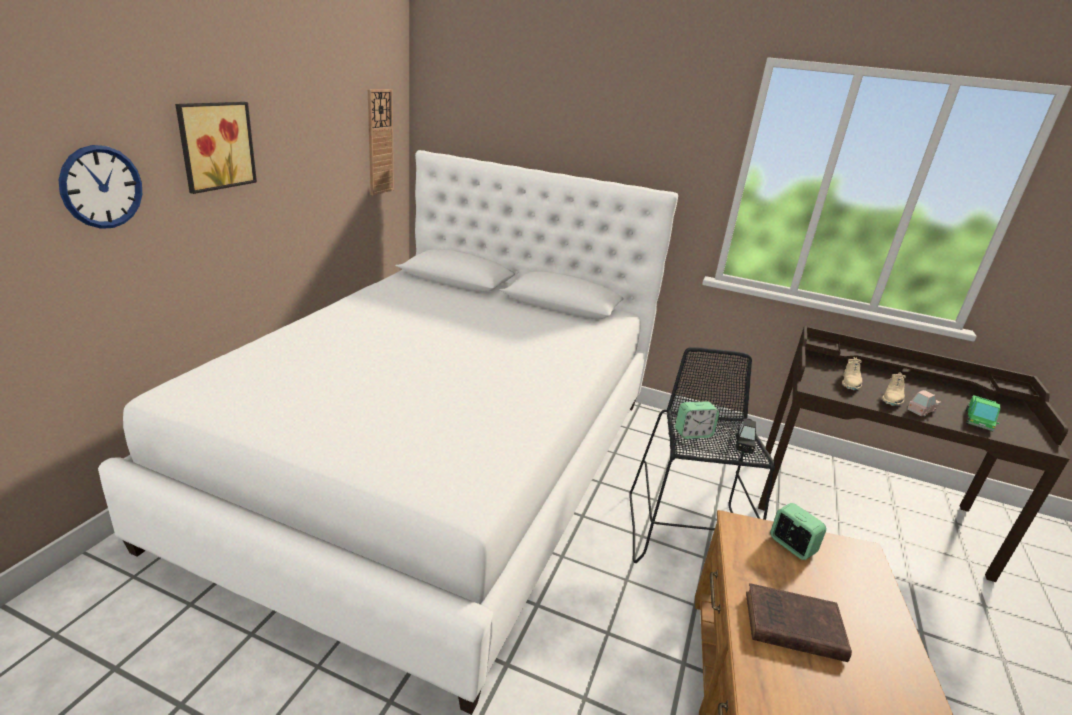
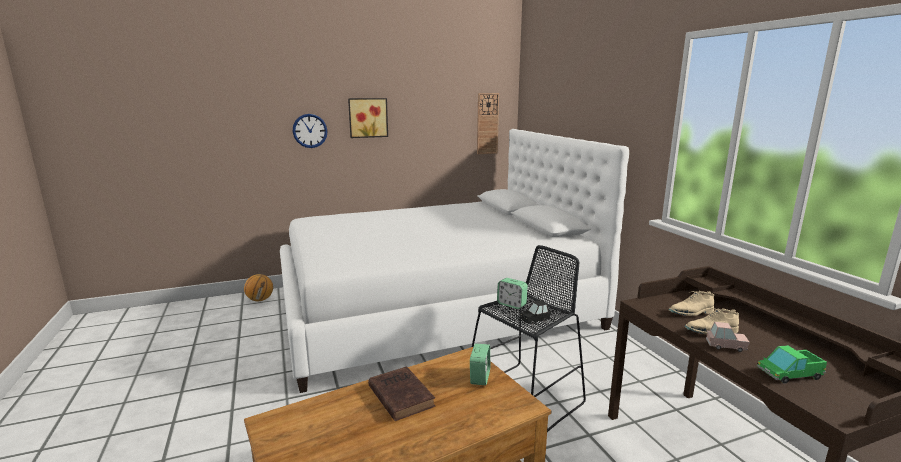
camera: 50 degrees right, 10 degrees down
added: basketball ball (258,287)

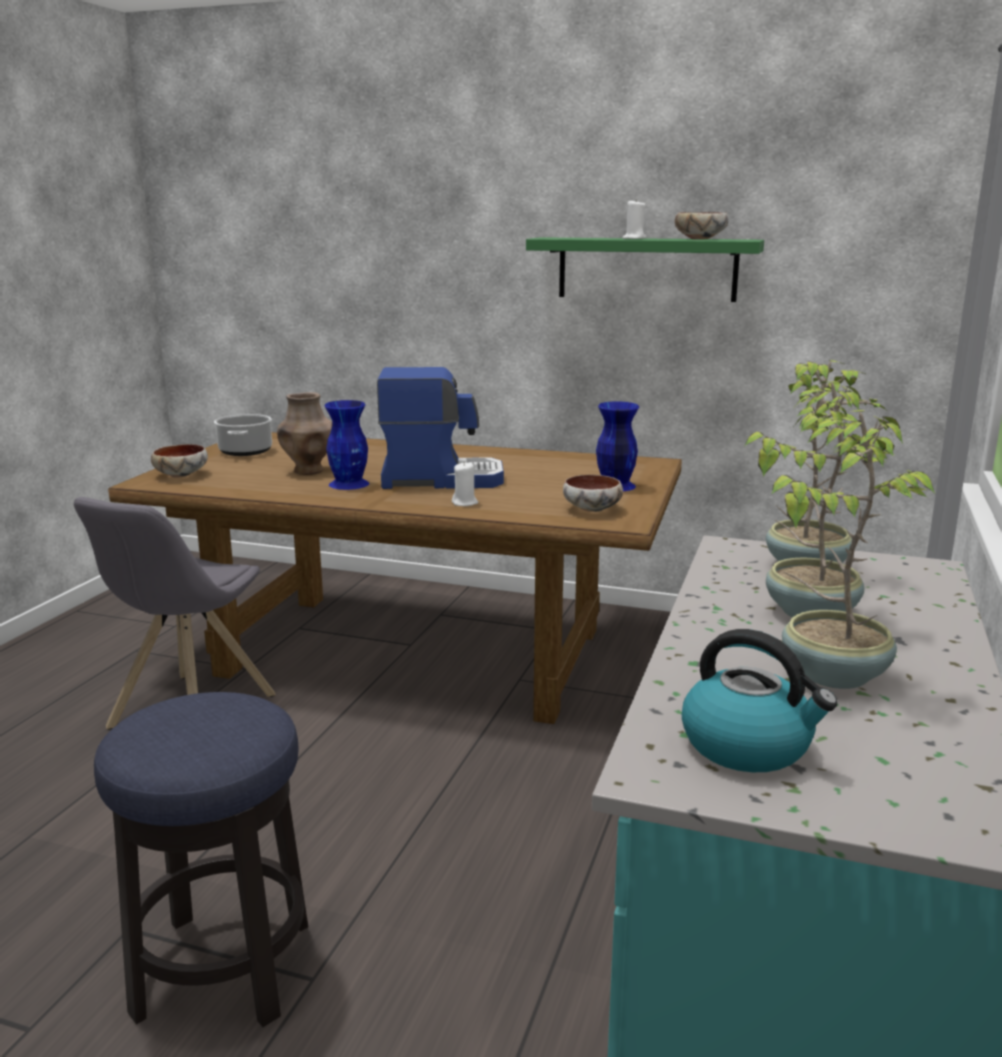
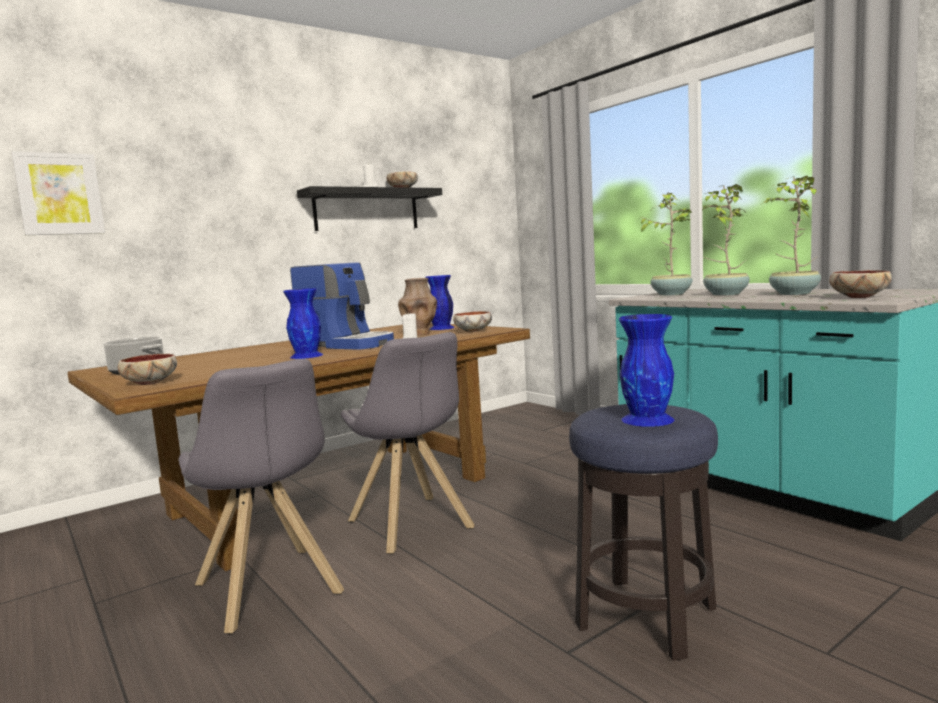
camera: 55 degrees left, 10 degrees down
added: wall picture (58,193); flower vase/bluish (646,370); plain chair/greyish (408,443)
moved: flower vase/brownish (304,433) to (417,307)
replaced: tea kettle (760,700) to serving bowl (860,284)
recoloured: bracket shelf/greenish (645,269) to bracket shelf/black (369,208)
turned: coffee maker (440,428) = (342,306) 90 degrees clockwise

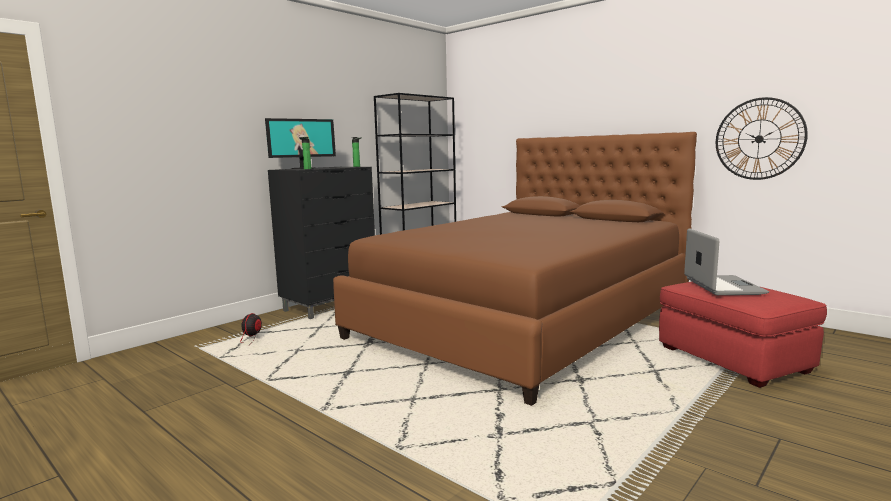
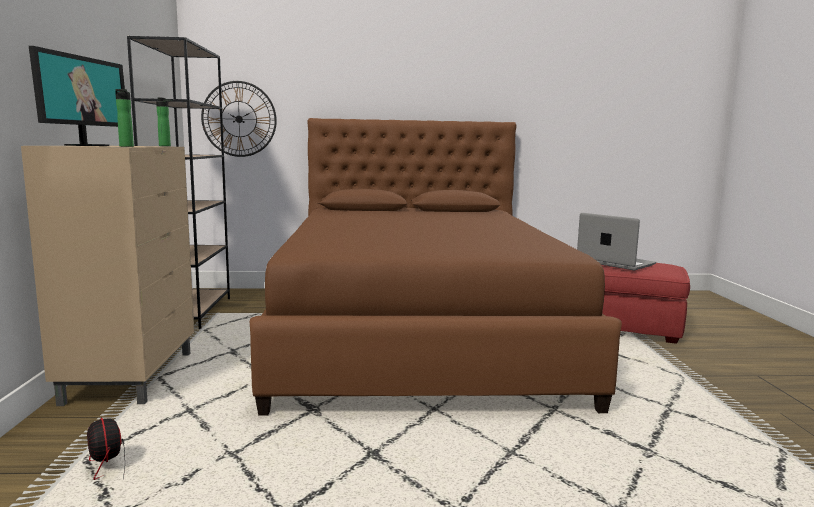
camera: 45 degrees left, 0 degrees up
moved: hanging clock (762,138) to (239,119)
recoloured: drawer chest/black (321,243) to drawer chest/beige-coloured (107,276)

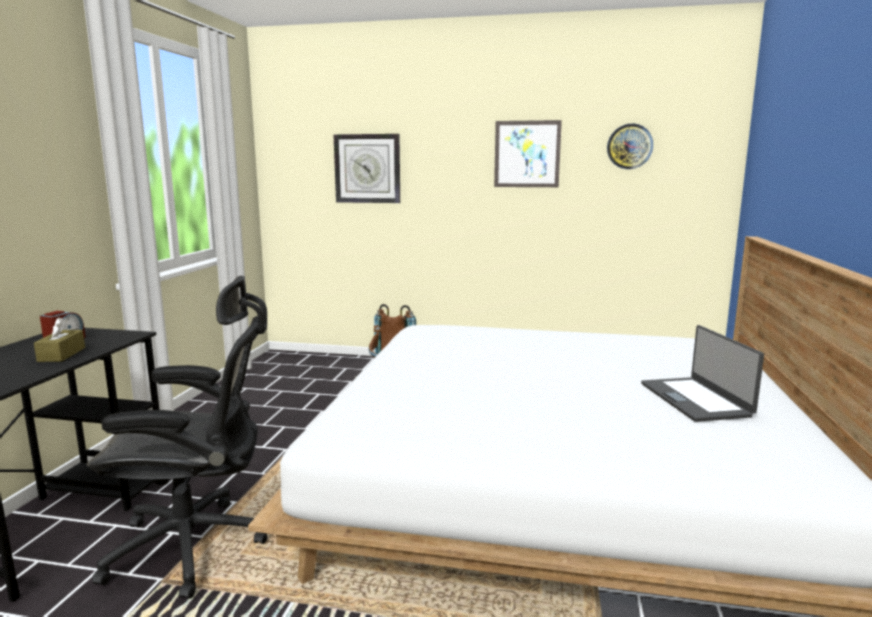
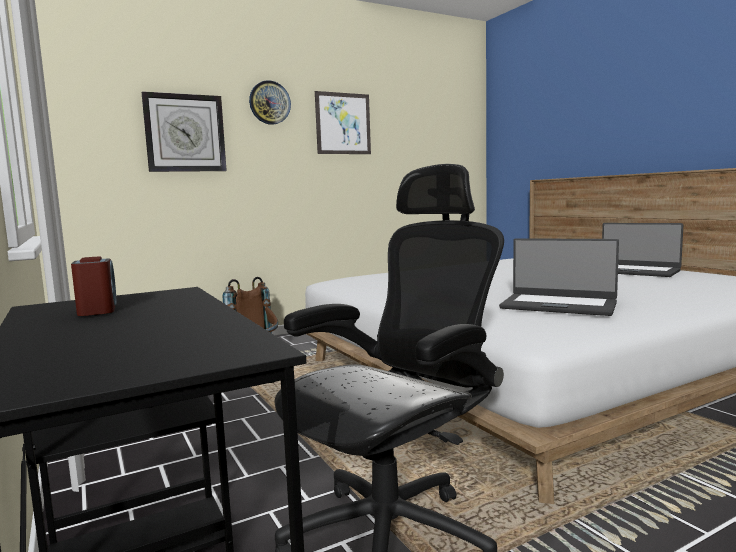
camera: 40 degrees left, 5 degrees down
removed: tissue holder/brownish (59,339)
added: portable computer (559,277)
moved: hanging clock (630,146) to (270,102)

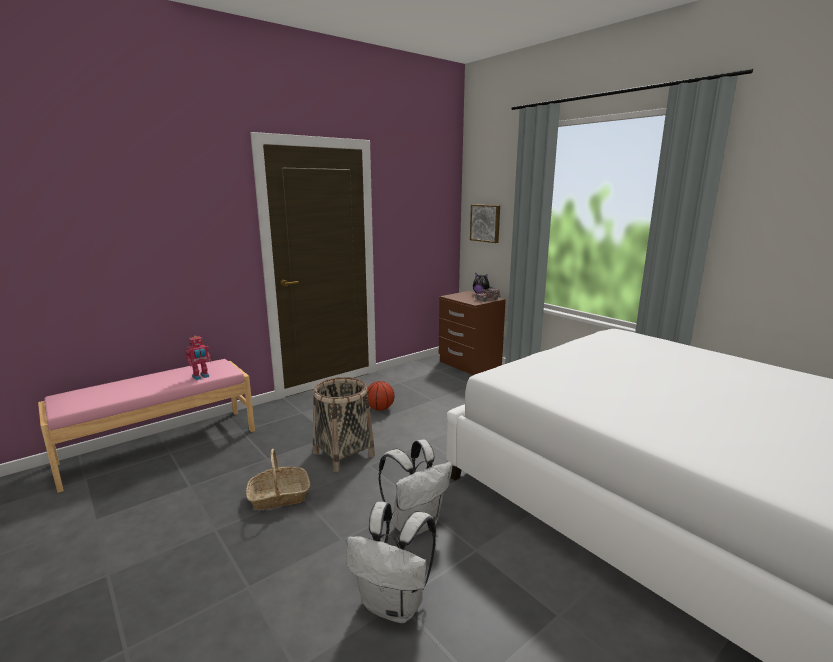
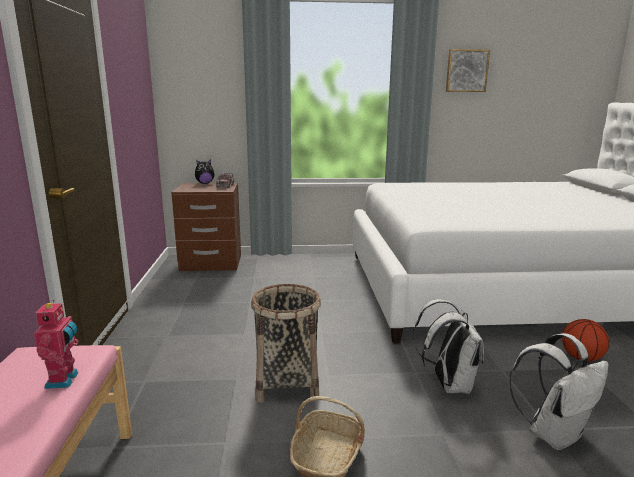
camera: 55 degrees left, 0 degrees up
moved: wall picture (485,223) to (468,70); basketball ball (381,396) to (585,340)

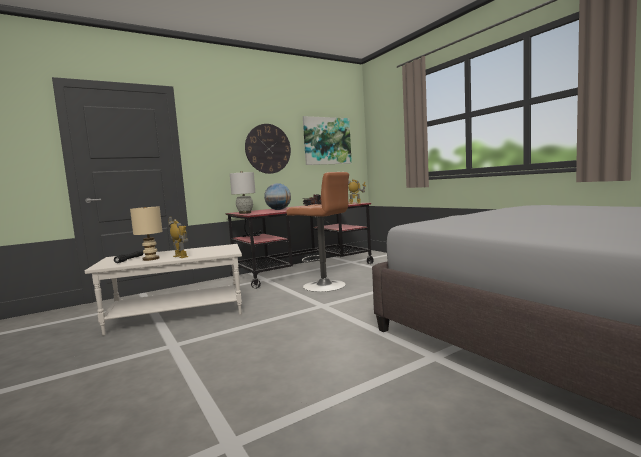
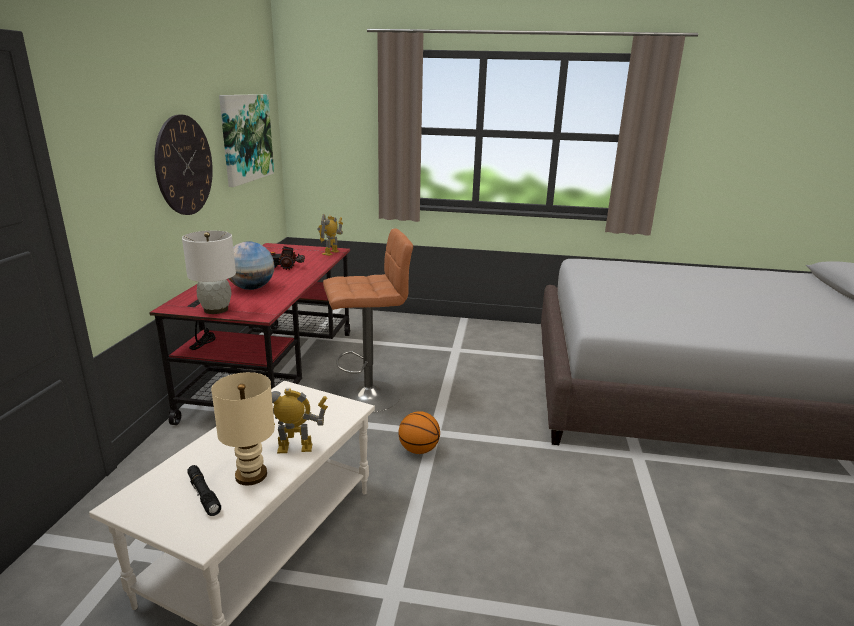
camera: 50 degrees left, 15 degrees up
added: basketball ball (419,432)

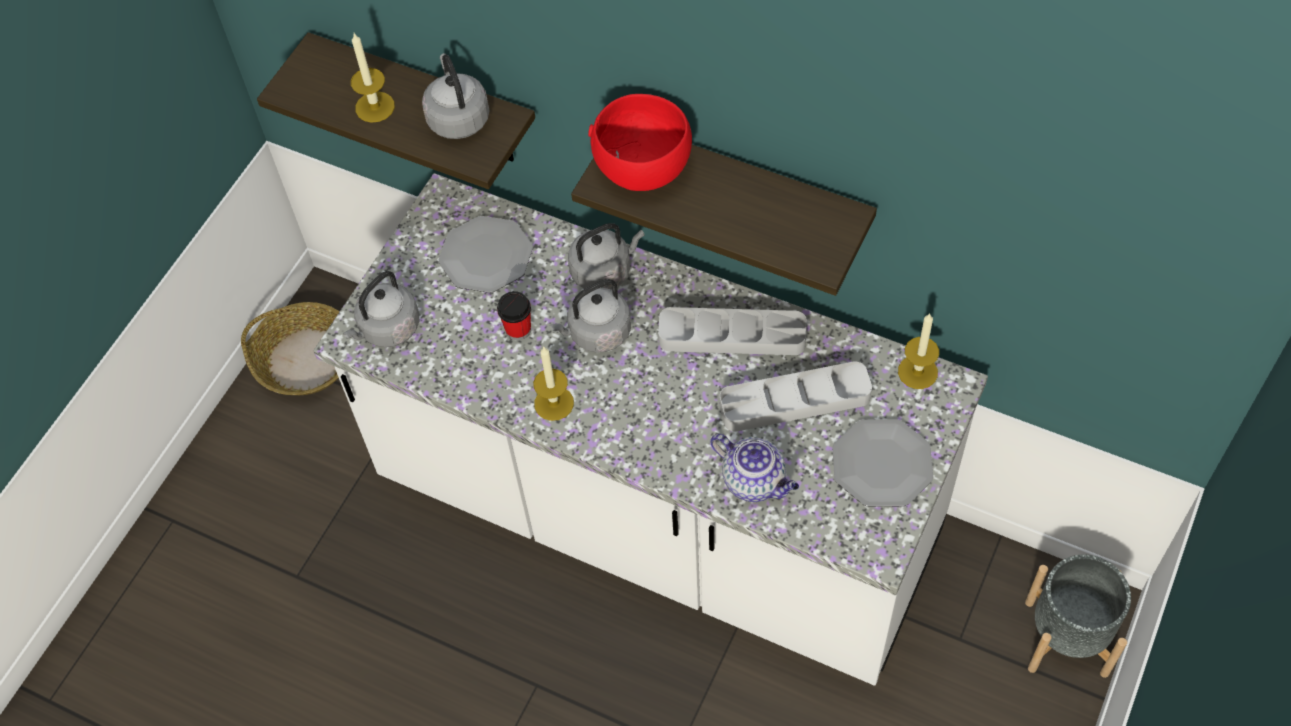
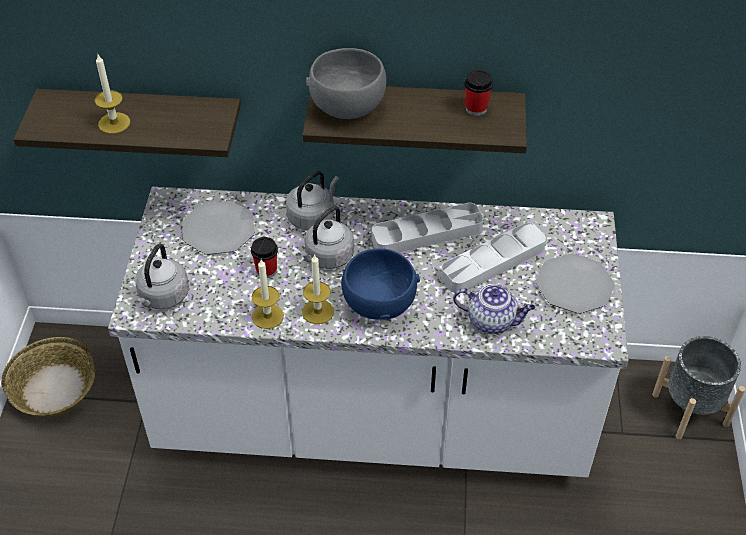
camera: 25 degrees left, 10 degrees down
removed: tea kettle/greyish (456,96)
added: cup (478,93); serving bowl/bluish (380,284)
moved: candle (918,351) to (268,294)
recoloured: serving bowl/red (640,142) to serving bowl/greyish (346,83)

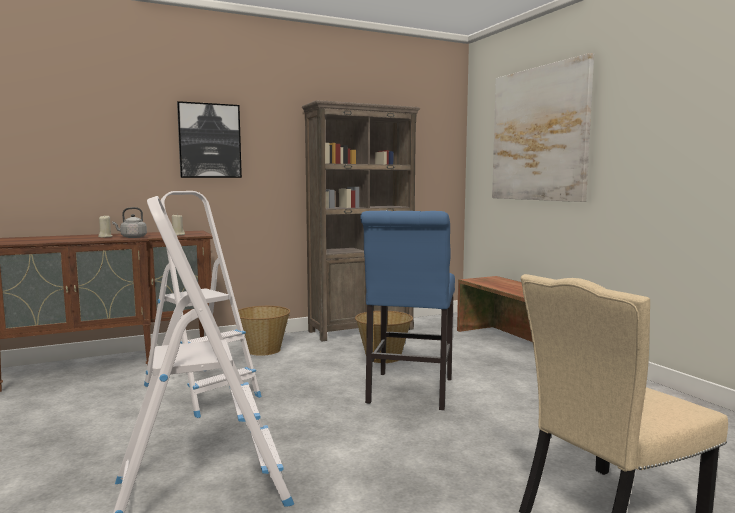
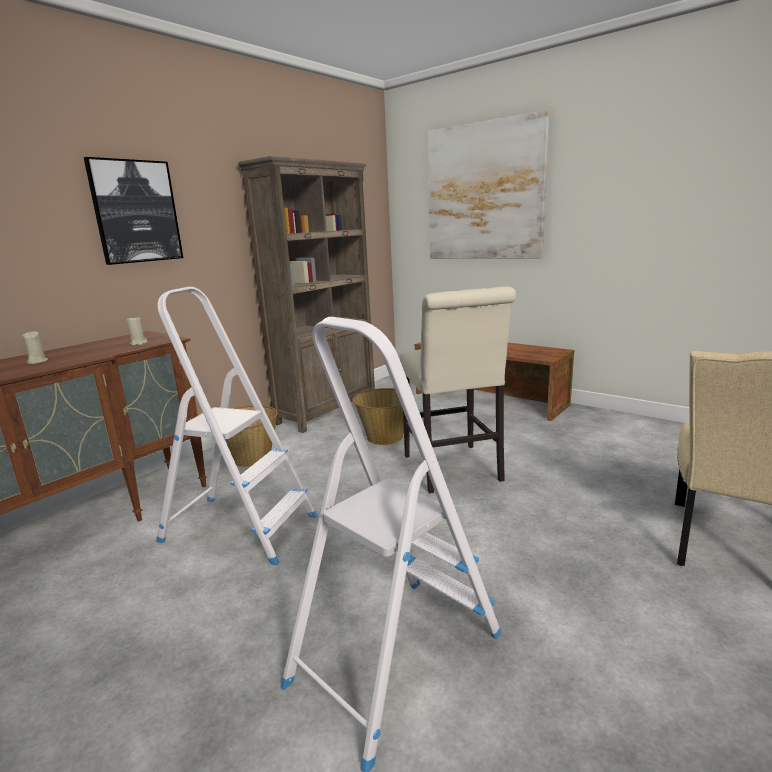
camera: 25 degrees left, 10 degrees up
removed: tea kettle/greyish (129,222)
recoloured: stool seat/bluish (407,310) to stool seat/beige-coloured (457,389)

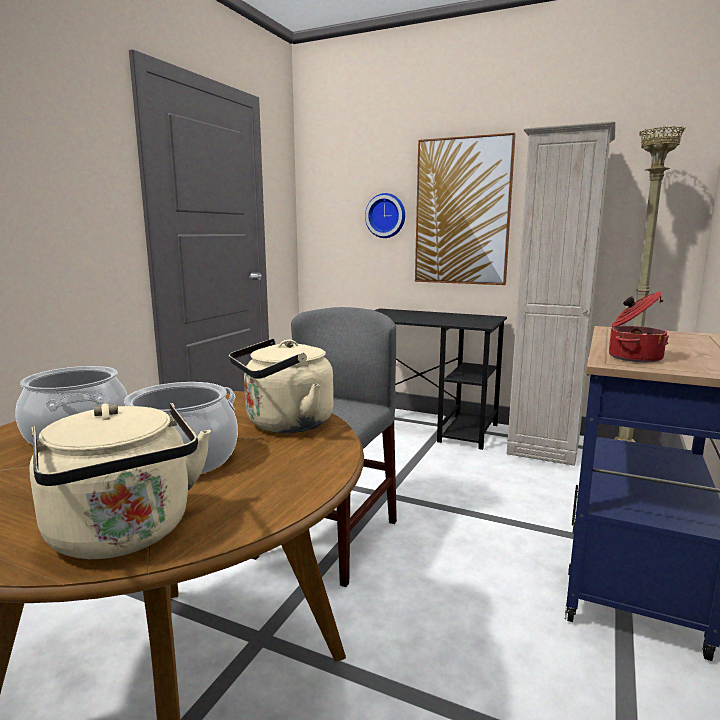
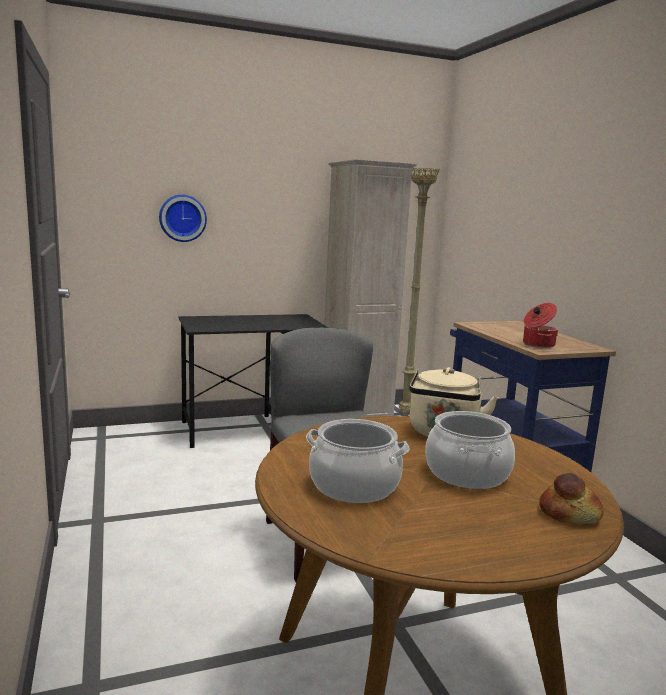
camera: 45 degrees left, 0 degrees up
removed: wall picture (465,209)
replaced: tea kettle/beige-coloured (120,480) to baked bread (571,498)

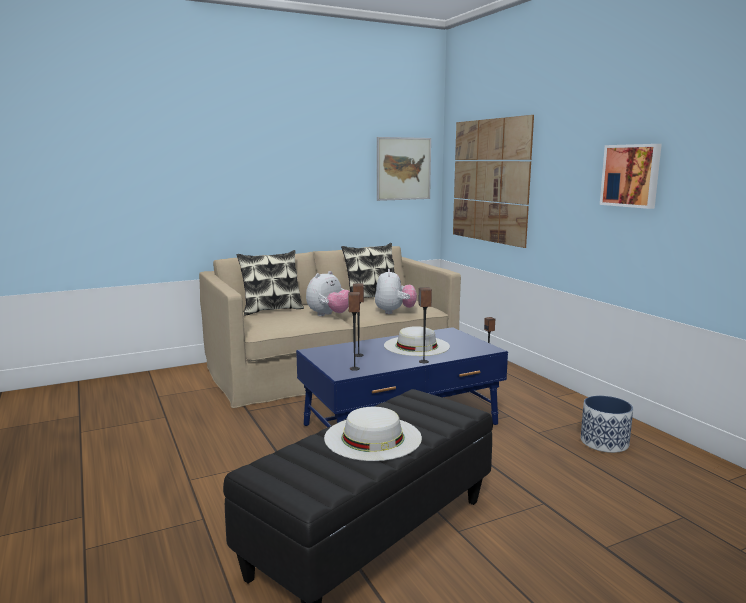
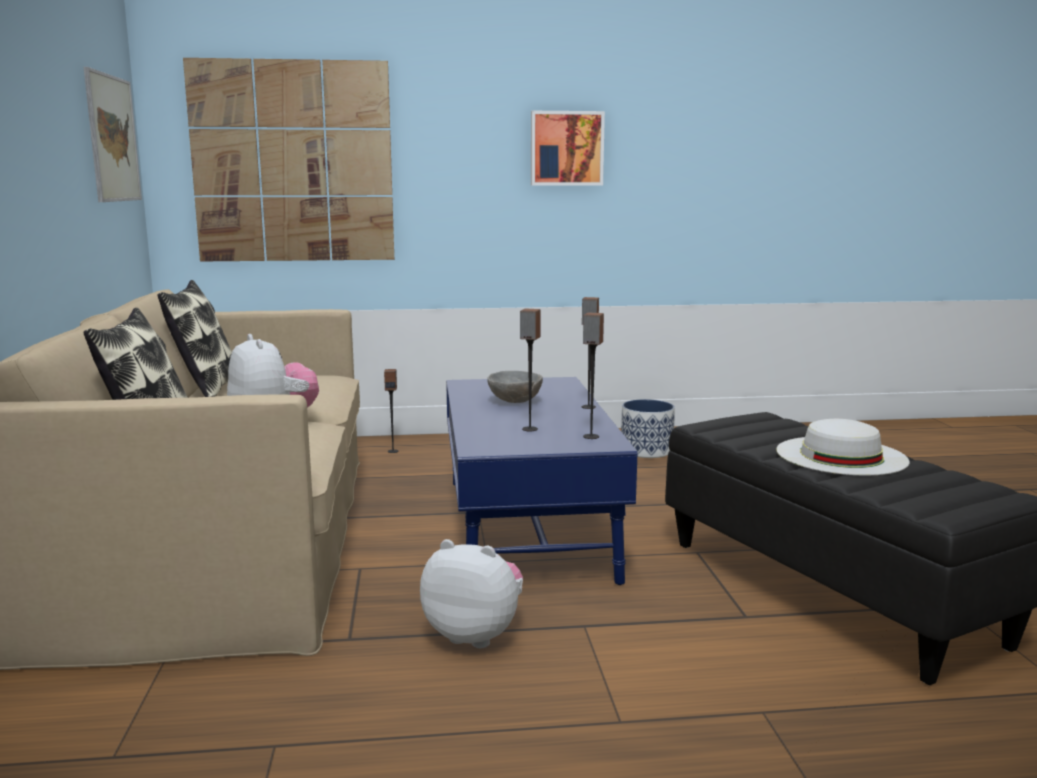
camera: 70 degrees left, 0 degrees up
moved: plush toy (396,291) to (471,593)
replaced: wearable hat/white-coloured (417,341) to serving bowl/greyish (515,387)

